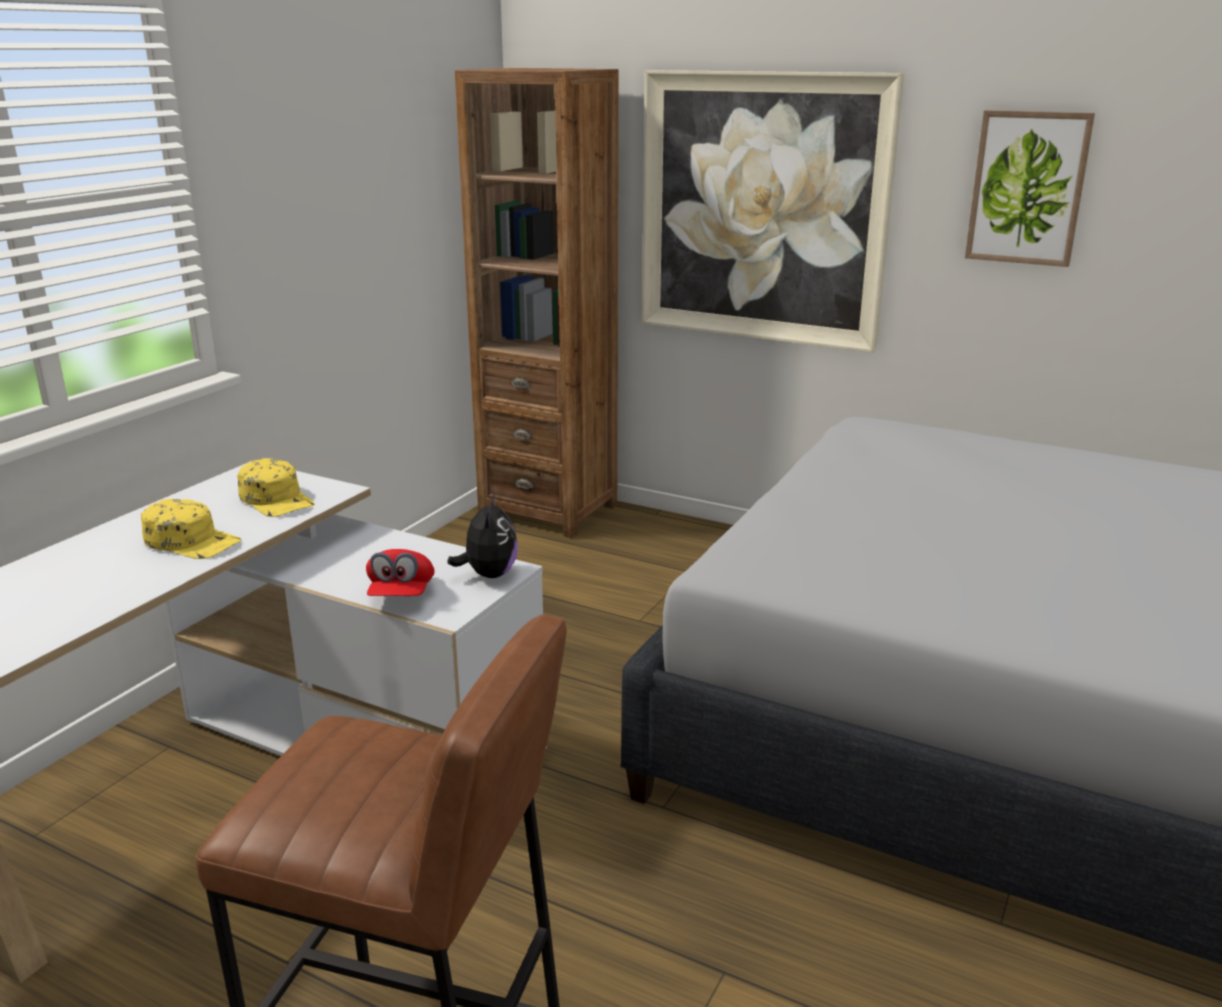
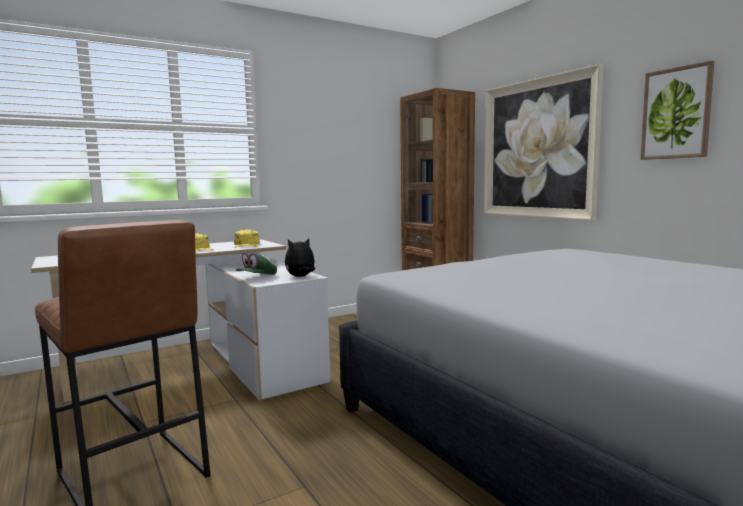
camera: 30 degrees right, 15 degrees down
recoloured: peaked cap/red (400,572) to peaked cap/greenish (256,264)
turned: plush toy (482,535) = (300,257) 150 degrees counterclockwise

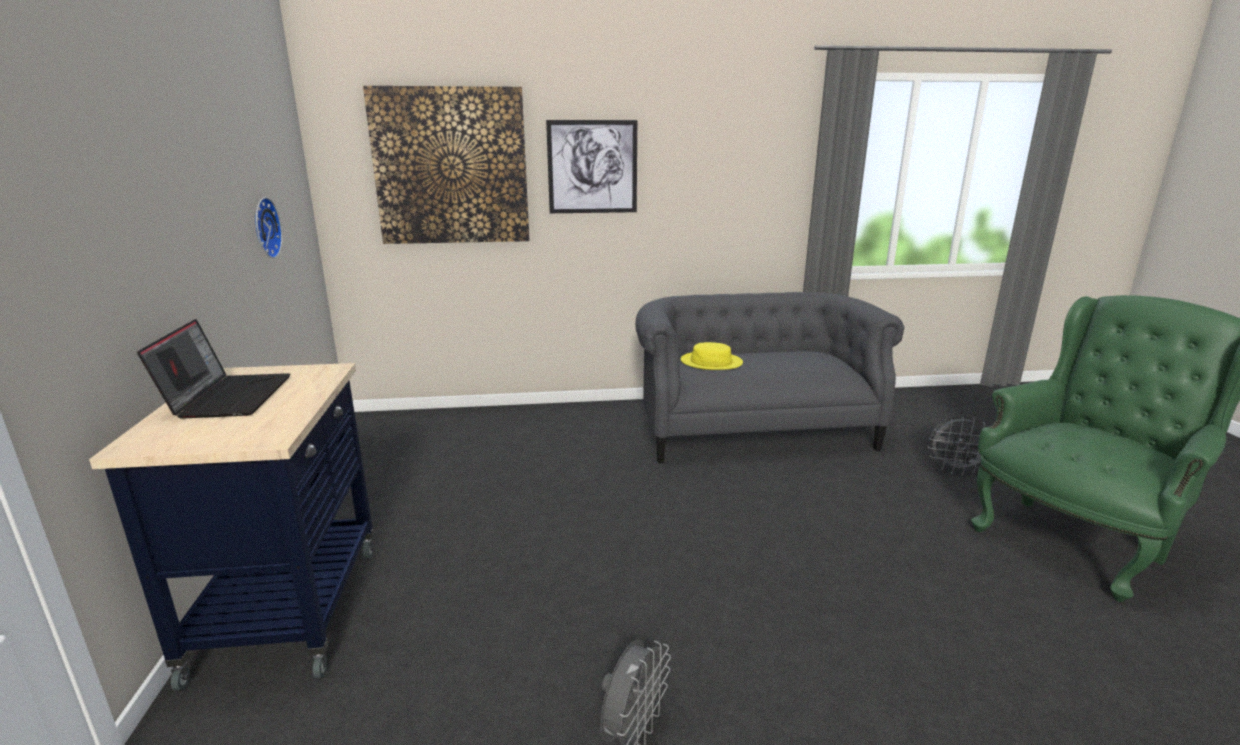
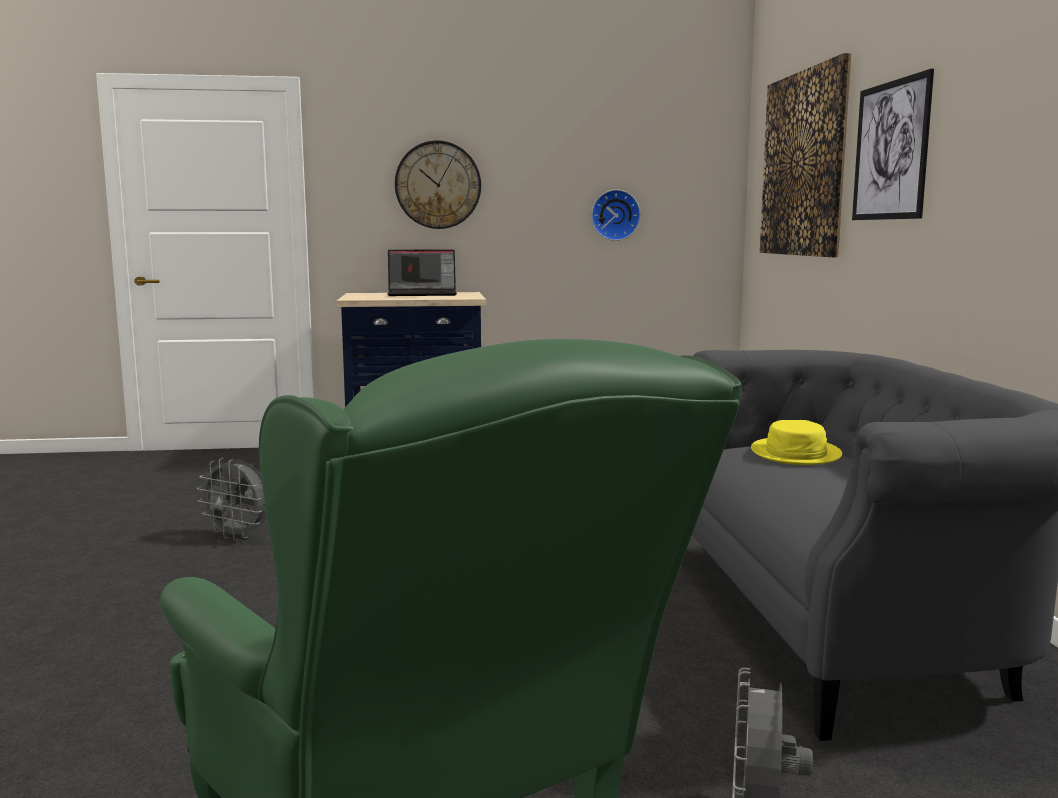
camera: 90 degrees right, 10 degrees down
added: hanging clock (438,184)

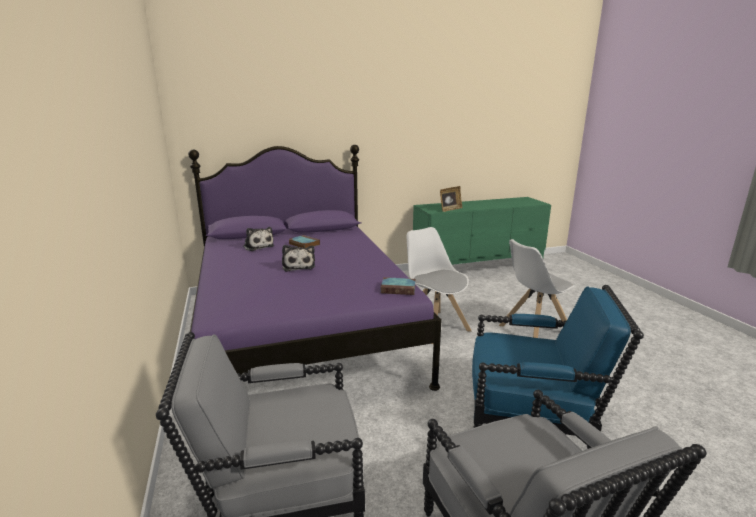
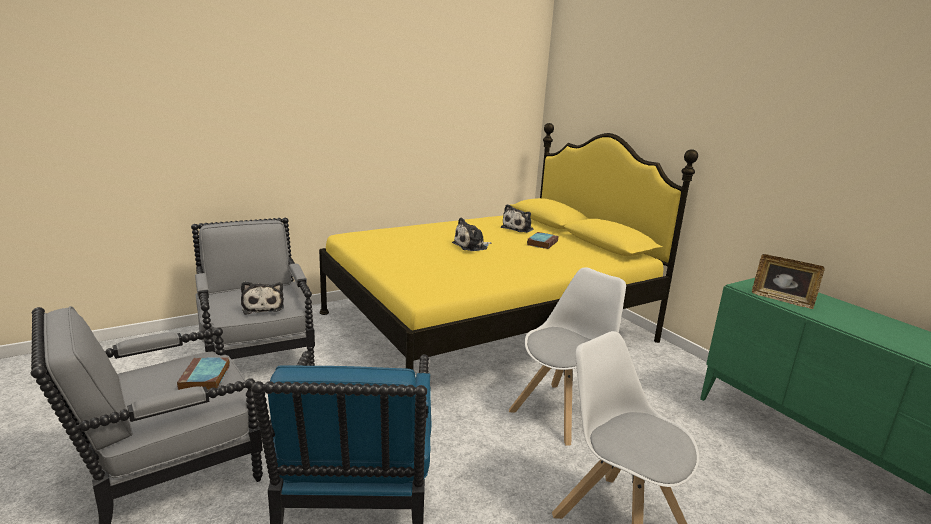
camera: 75 degrees right, 0 degrees up
added: plush toy (262,298)
moved: book (398,286) to (203,373)
recoloured: bedroom bed/purple-coloured (315,268) to bedroom bed/yellow-coloured (508,246)

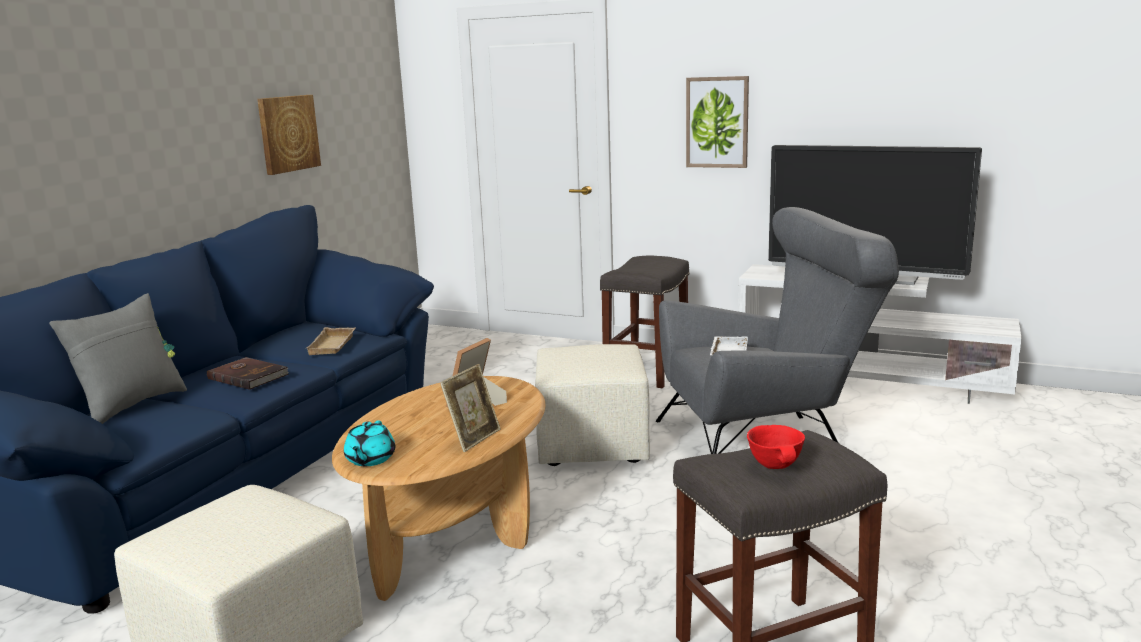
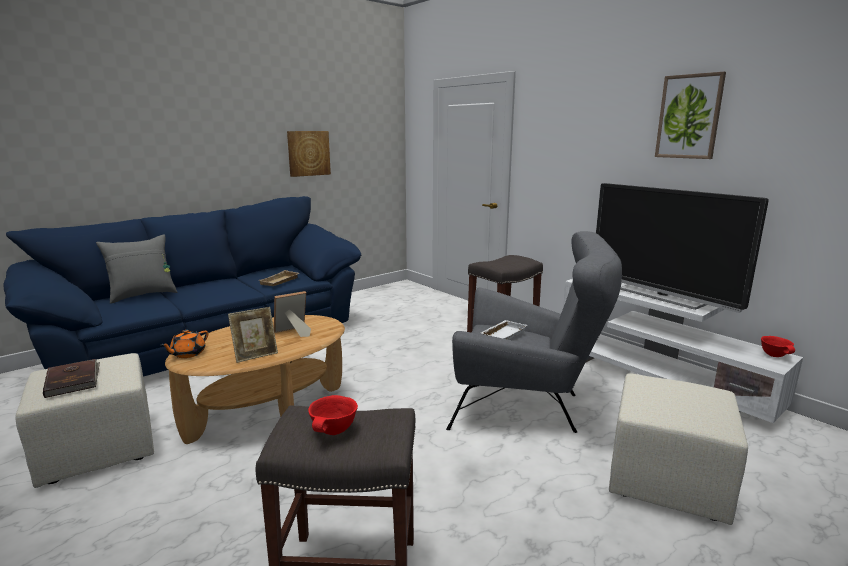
camera: 25 degrees right, 0 degrees up
added: serving bowl/red (778,346)
moved: wall picture (717,122) to (690,115); footrest/beige-coloured (592,405) to (678,449); book/brownish (248,373) to (71,378)
recoloured: pot for tea/turquoise (369,443) to pot for tea/orange-coloured (184,344)

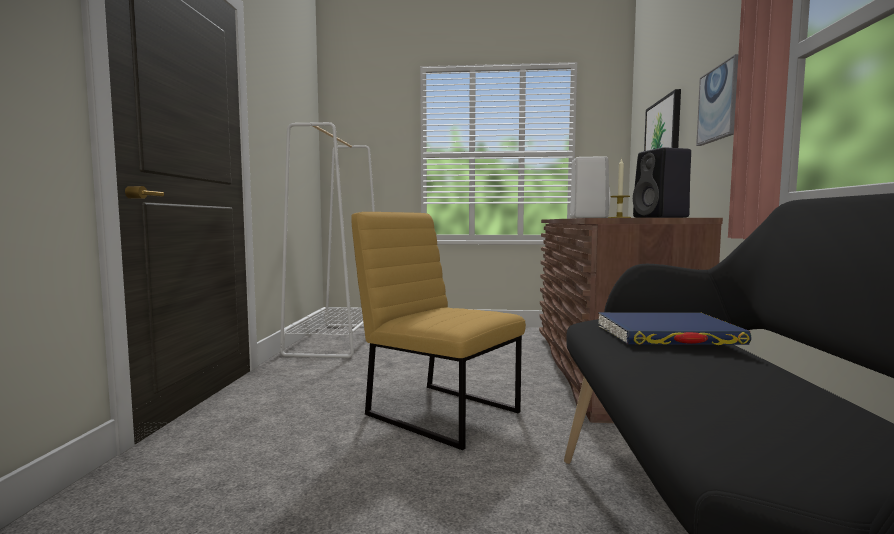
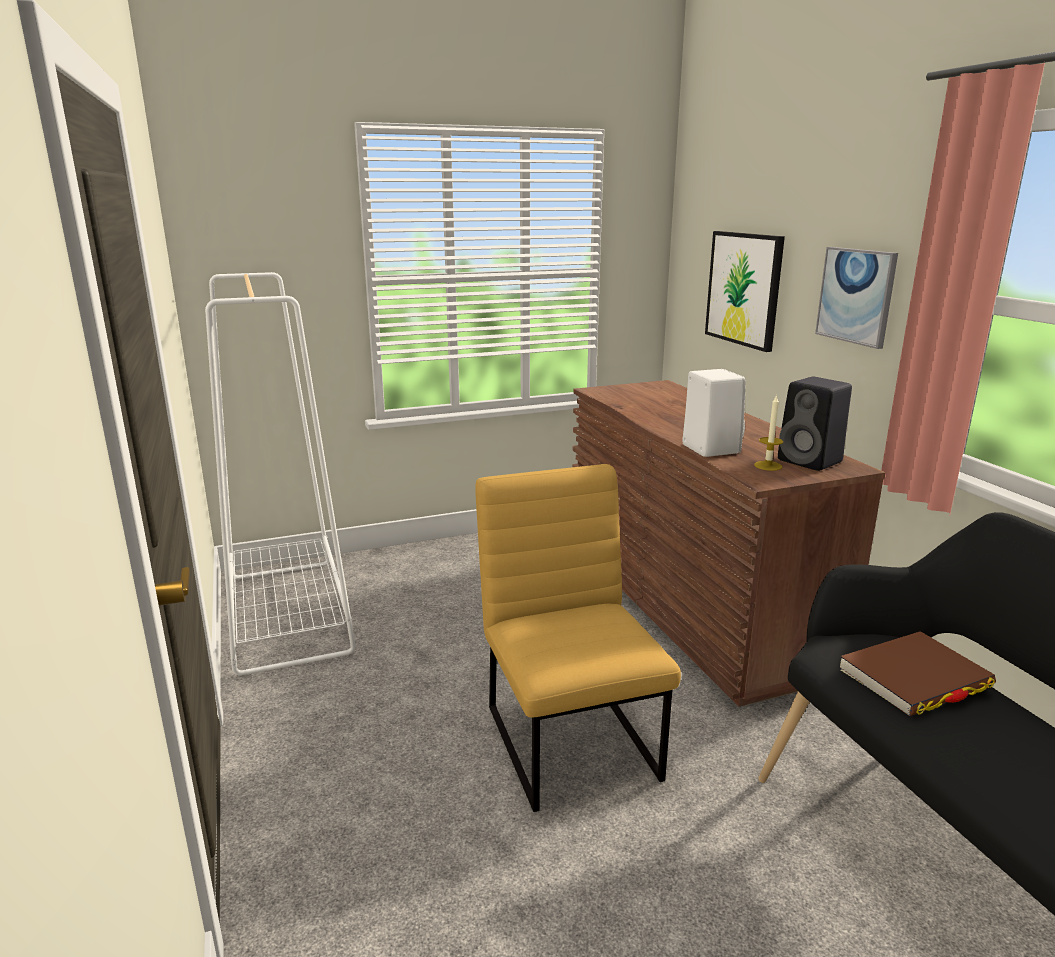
camera: 25 degrees left, 15 degrees up
recoloured: book/bluish (675,328) to book/brownish (918,673)
turned: plain chair/yellow-coloured (438,331) = (578,638) 60 degrees clockwise

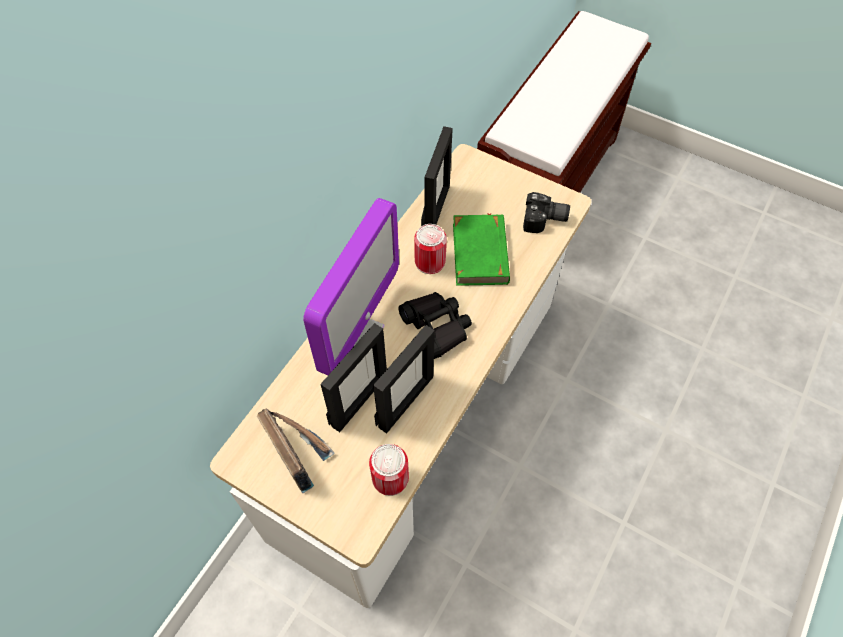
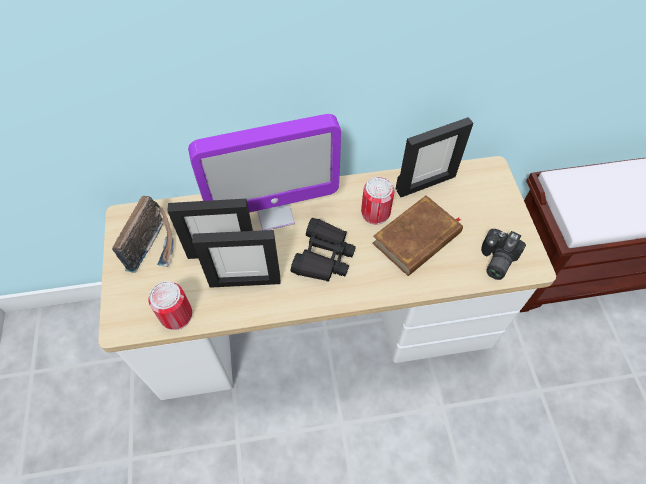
camera: 50 degrees right, 0 degrees up
recoloured: book/greenish (481,249) to book/brownish (417,235)
turned: still camera (546,212) = (503,254) 60 degrees clockwise

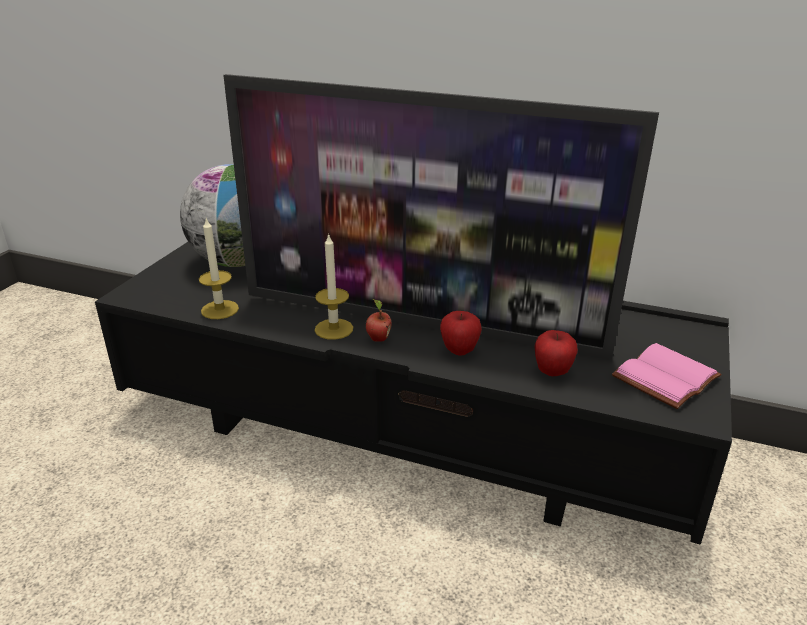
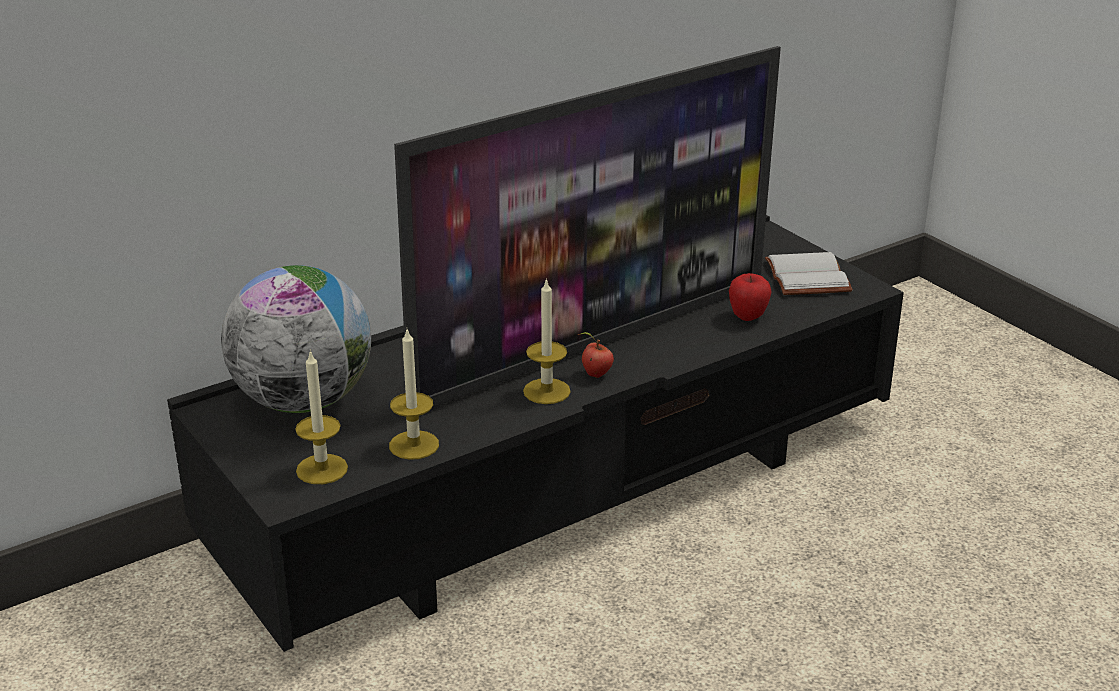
camera: 55 degrees left, 0 degrees up
removed: apple fruit (461,333)
added: candle (321,417)
recoloured: book/pinkish (667,376) to book/white-coloured (809,273)

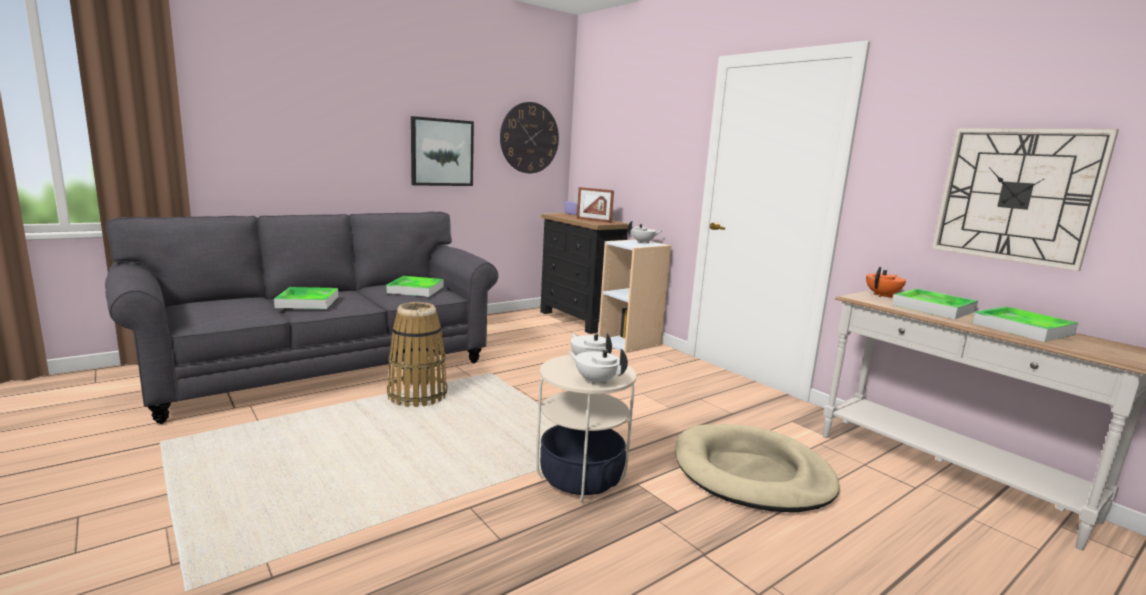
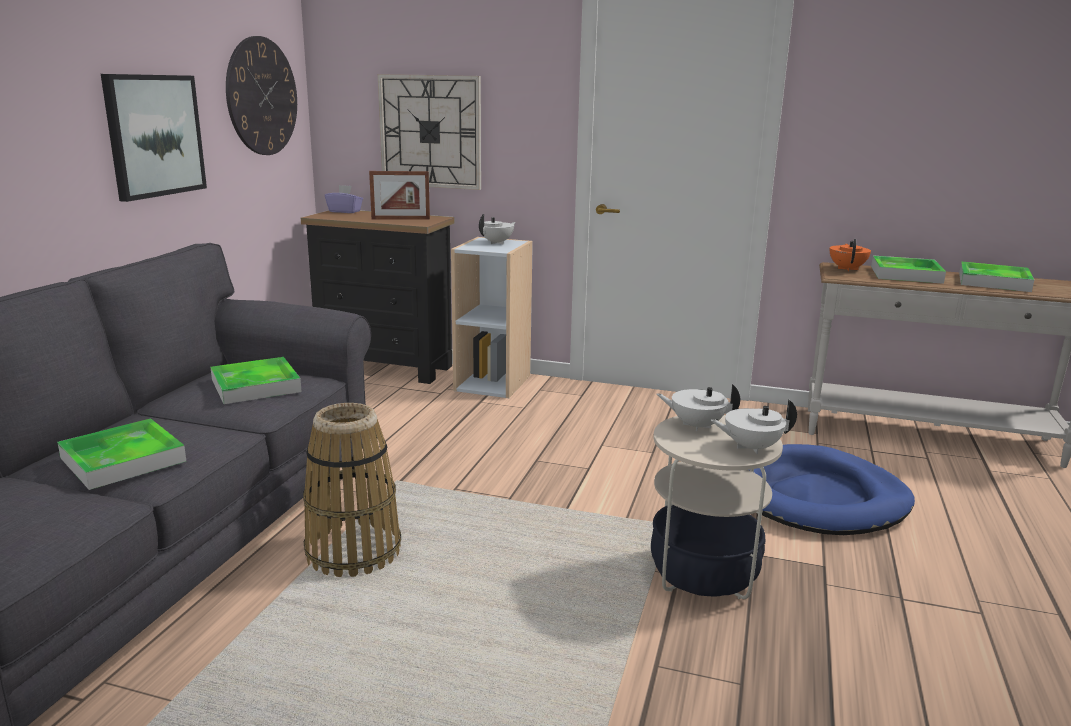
camera: 35 degrees left, 5 degrees up
moved: hanging clock (1025,199) to (429,132)
recoloured: pet bed/beige-coloured (757,468) to pet bed/bluish (834,489)

